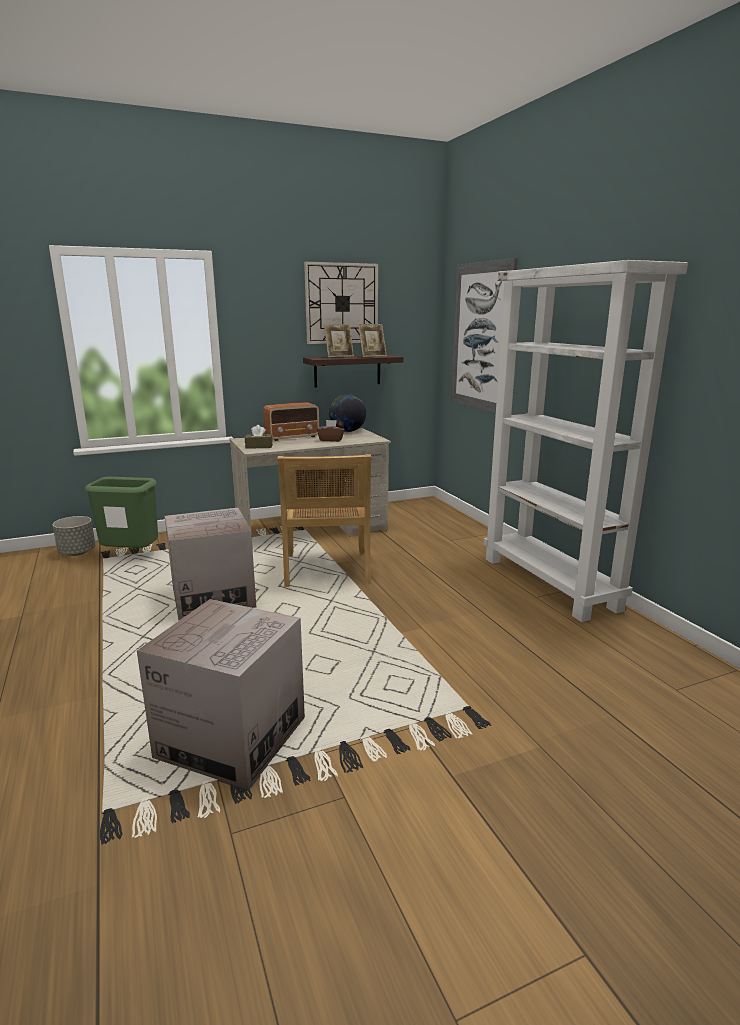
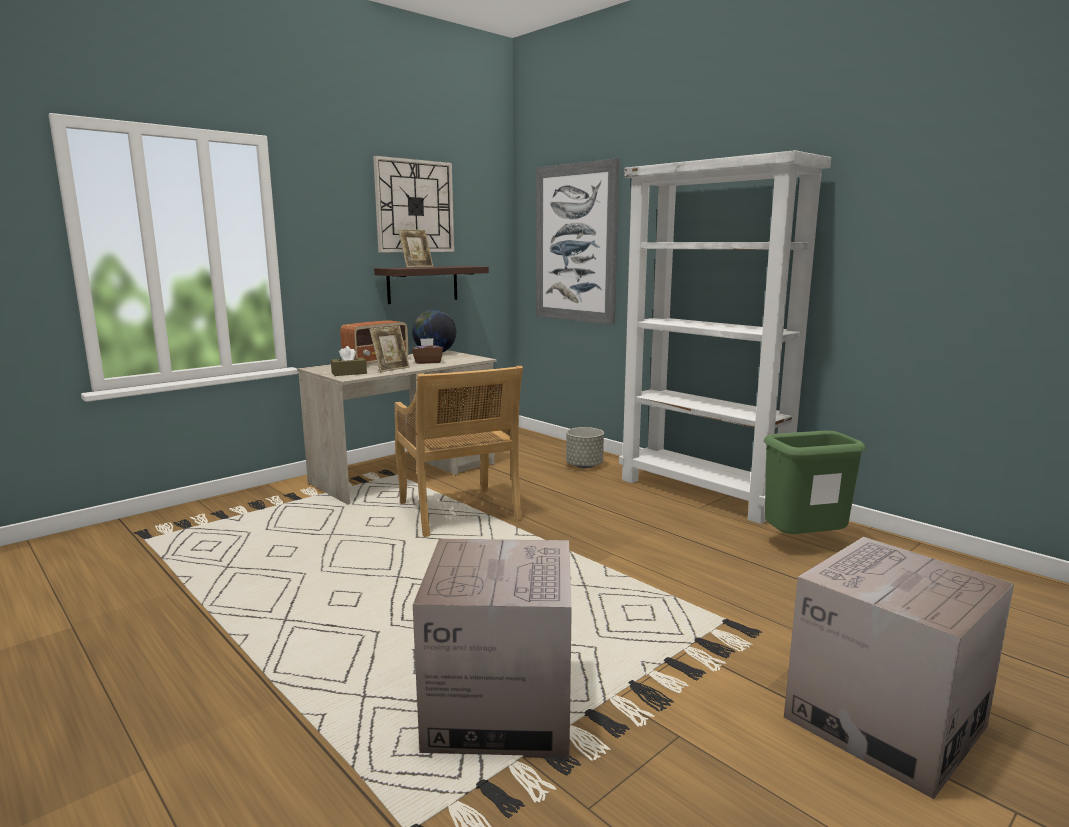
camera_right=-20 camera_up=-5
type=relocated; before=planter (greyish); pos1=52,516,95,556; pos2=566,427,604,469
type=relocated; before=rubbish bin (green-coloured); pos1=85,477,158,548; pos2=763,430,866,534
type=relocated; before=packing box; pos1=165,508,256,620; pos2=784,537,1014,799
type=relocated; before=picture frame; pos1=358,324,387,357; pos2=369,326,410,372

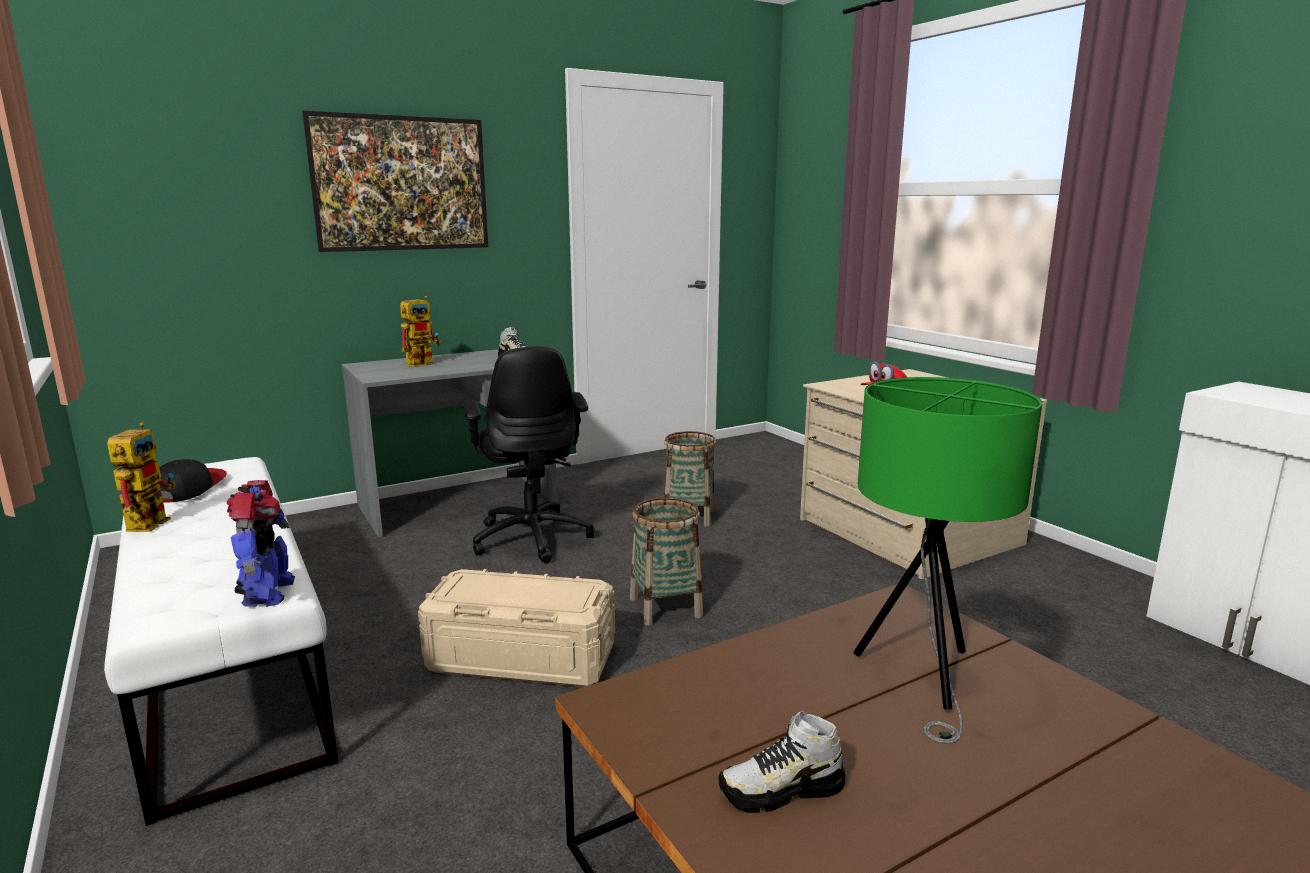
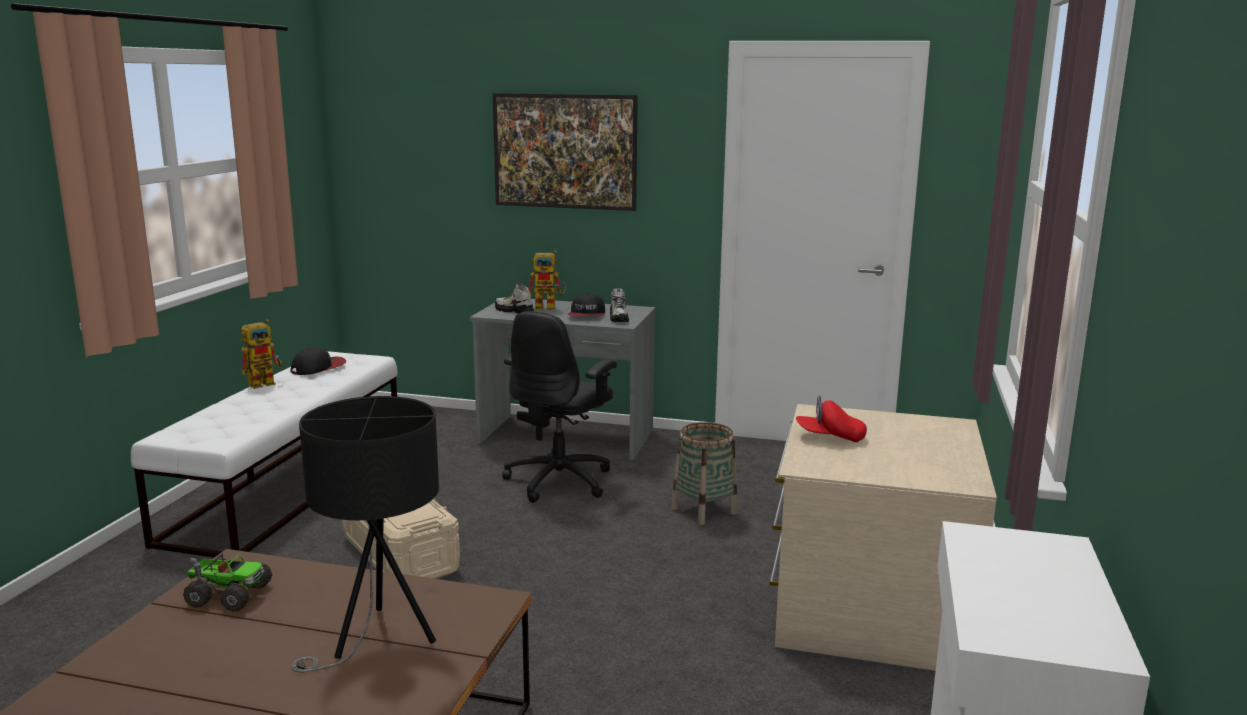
camera_right=45 camera_up=0
type=missing; before=model robot; pos1=227,480,295,607
type=missing; before=household basket; pos1=630,497,703,625
type=relocated; before=item of footwear; pos1=718,711,846,813; pos2=495,283,534,314
type=colour; before=table lamp (green-coloured); after=table lamp (black); pos1=853,377,1042,744; pos2=292,396,439,672
type=appeared; after=toy lorry; pos2=183,553,272,611
type=appeared; after=cap; pos2=568,293,605,316

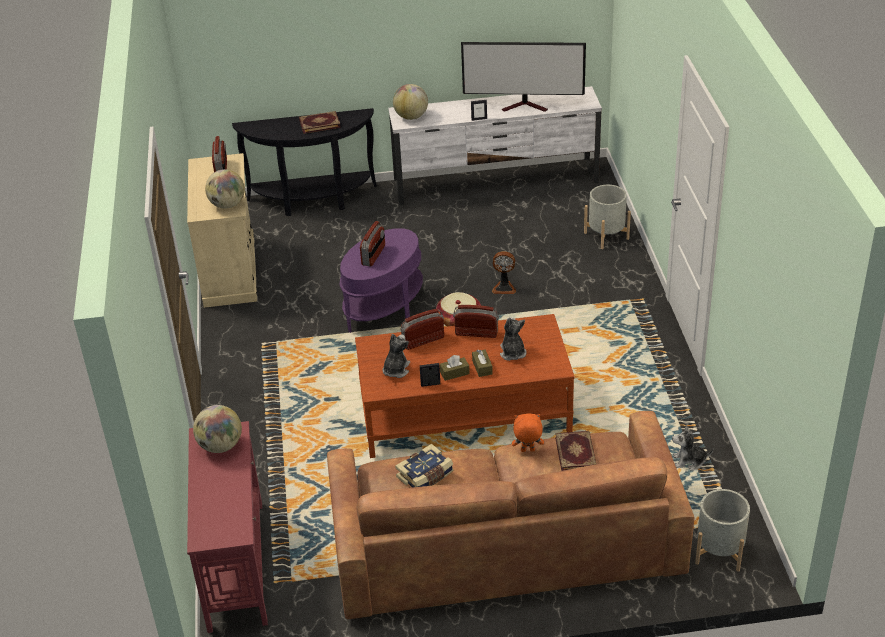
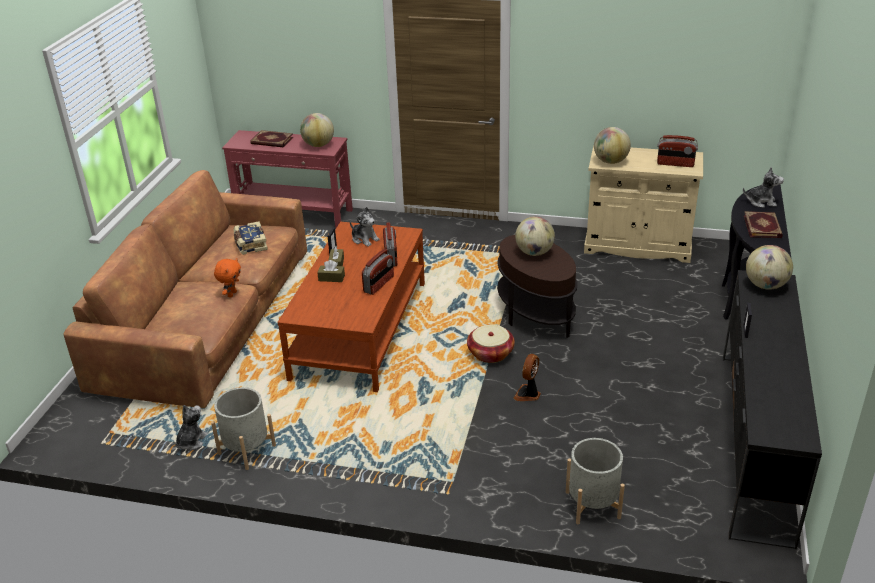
camera_right=110 camera_up=-5
type=colour; before=end table (purple); after=end table (brown-coloured); pos1=340,228,423,333; pos2=497,235,577,338
type=exchanged; before=radio set; after=globe; pos1=360,221,385,267; pos2=515,216,555,256
type=colour; before=tv unit (white); after=tv unit (black); pos1=388,86,602,205; pos2=723,270,822,549
type=missing; before=TV; pos1=461,42,586,112
type=relocated; before=cuddly toy; pos1=500,317,527,361; pos2=743,167,784,208
type=relocated; before=bound book; pos1=555,431,597,471; pos2=250,130,293,147
type=relocated; before=planter (greyish); pos1=695,489,750,571; pos2=211,387,276,470

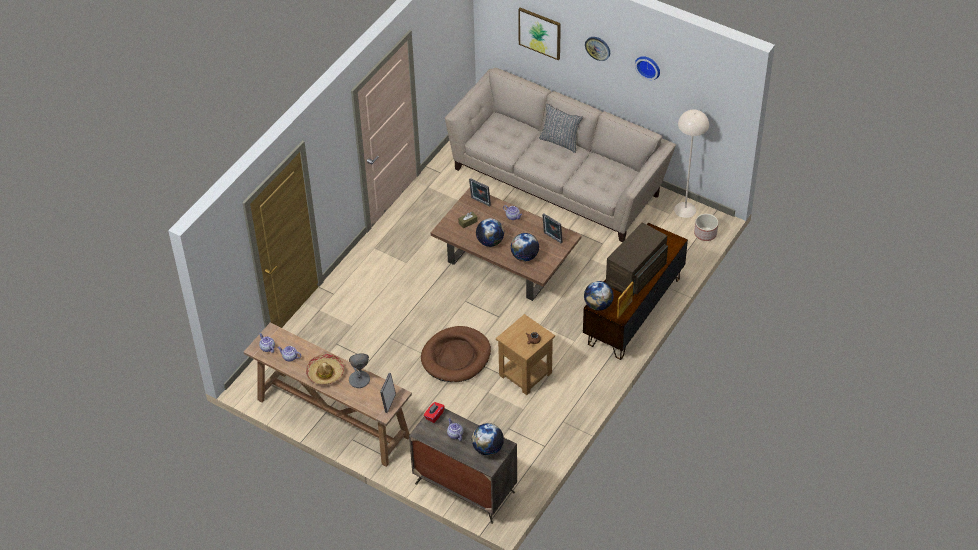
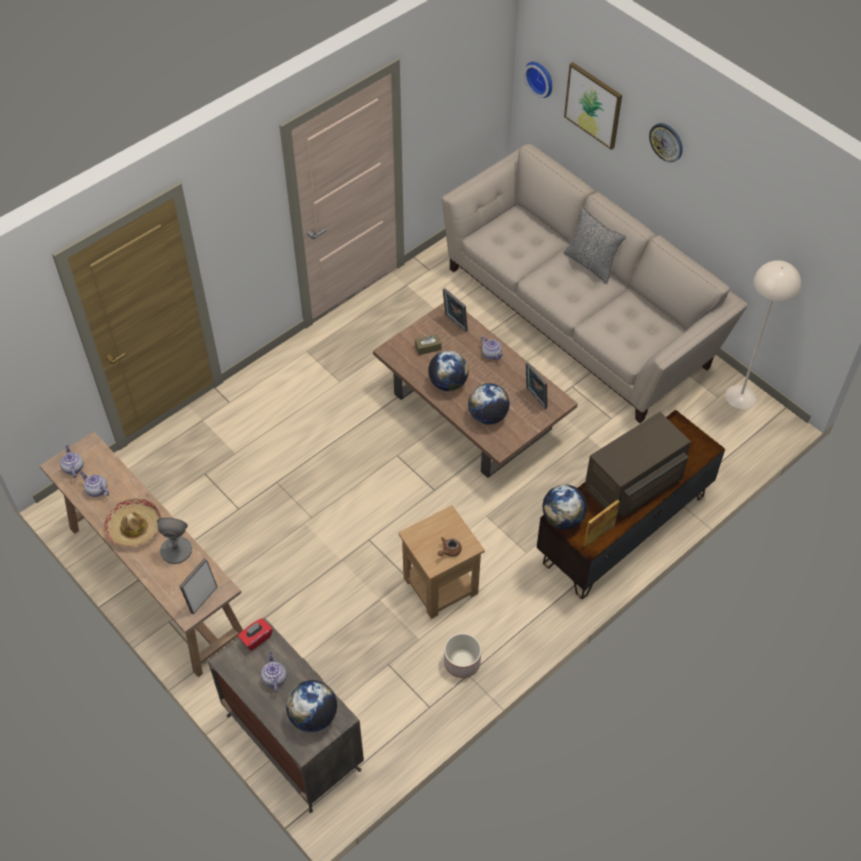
camera_right=15 camera_up=5
type=missing; before=dog bed (brown-coloured); pos1=421,326,491,382
type=relocated; before=hanging clock; pos1=635,56,660,80; pos2=524,62,552,98
type=relocated; before=planter; pos1=694,214,718,241; pos2=444,633,481,678

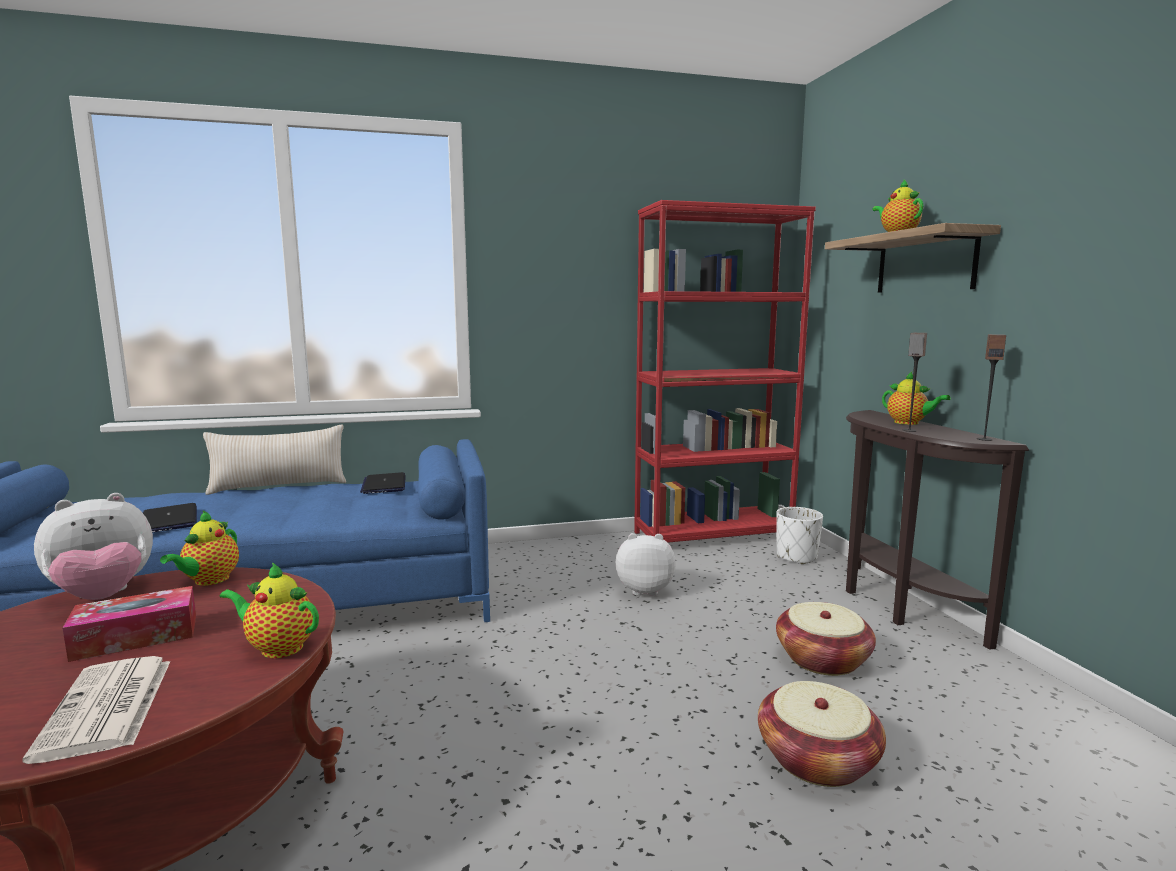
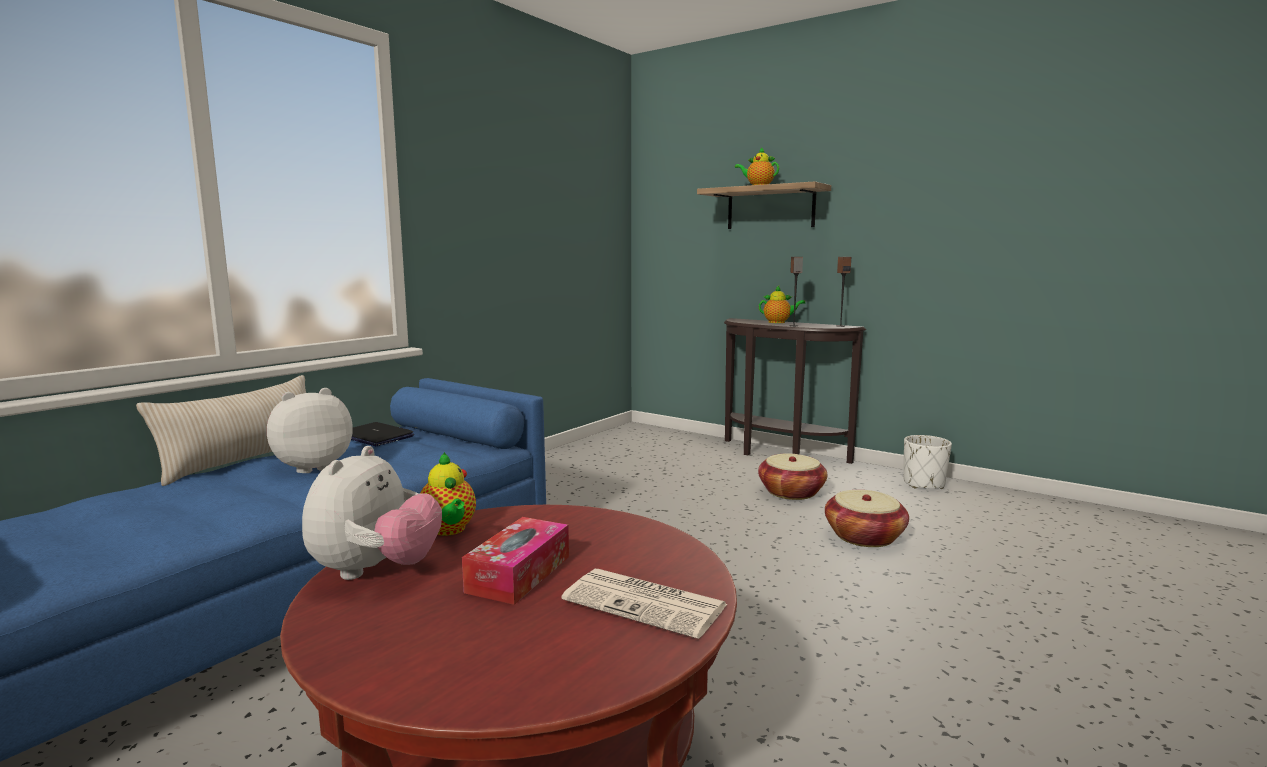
camera_right=-40 camera_up=0
type=missing; before=laptop; pos1=142,503,197,533
type=missing; before=pot for tea; pos1=220,562,319,658
type=relocated; before=cuddly toy; pos1=616,533,676,596; pos2=267,388,353,473
type=missing; before=bookshelf (red-coloured); pos1=634,200,816,543
type=relocated; before=planter (white); pos1=776,507,823,564; pos2=904,435,952,489

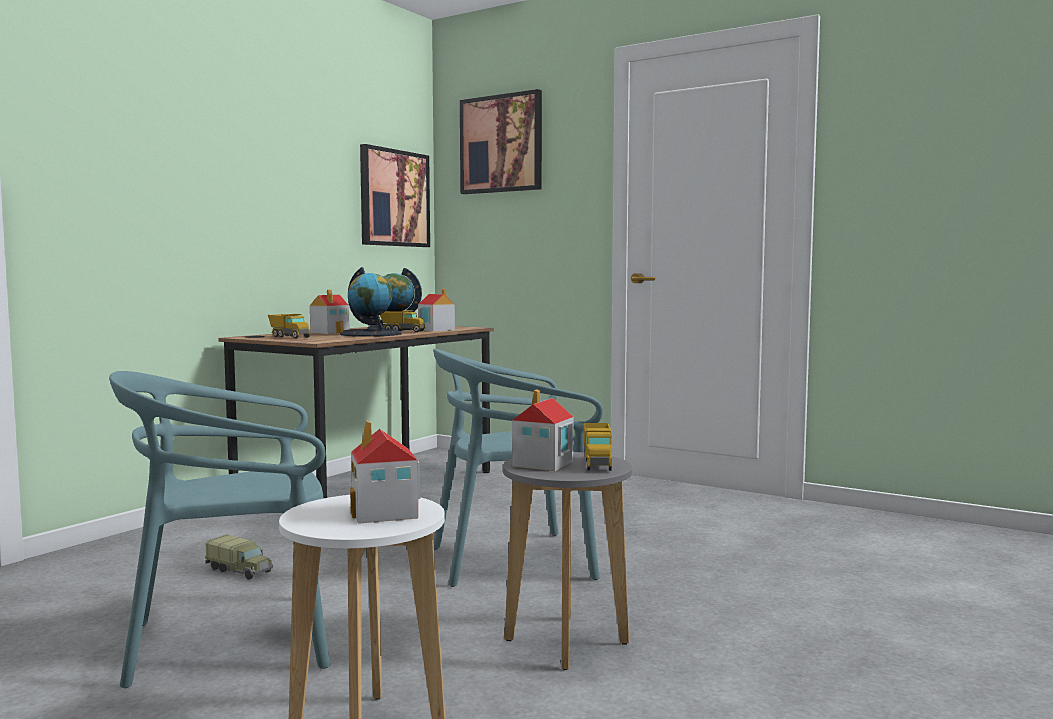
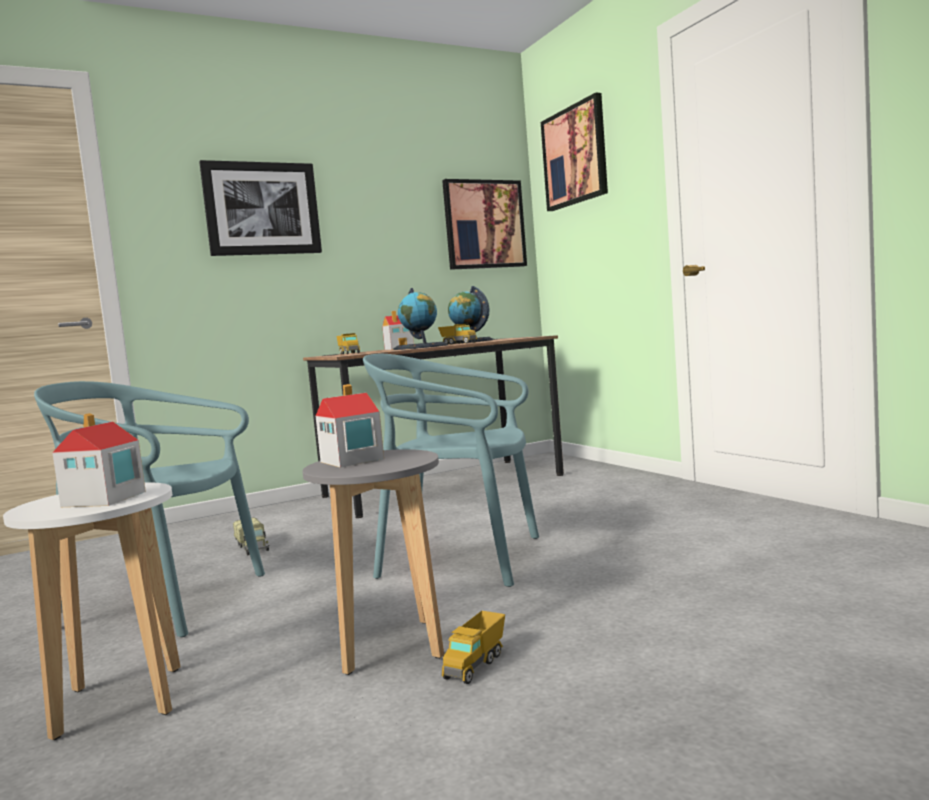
camera_right=30 camera_up=0
type=missing; before=toy house; pos1=418,289,455,331
type=relocated; before=toy lorry; pos1=584,423,612,471; pos2=442,611,505,684
type=appeared; after=picture; pos2=199,160,322,256

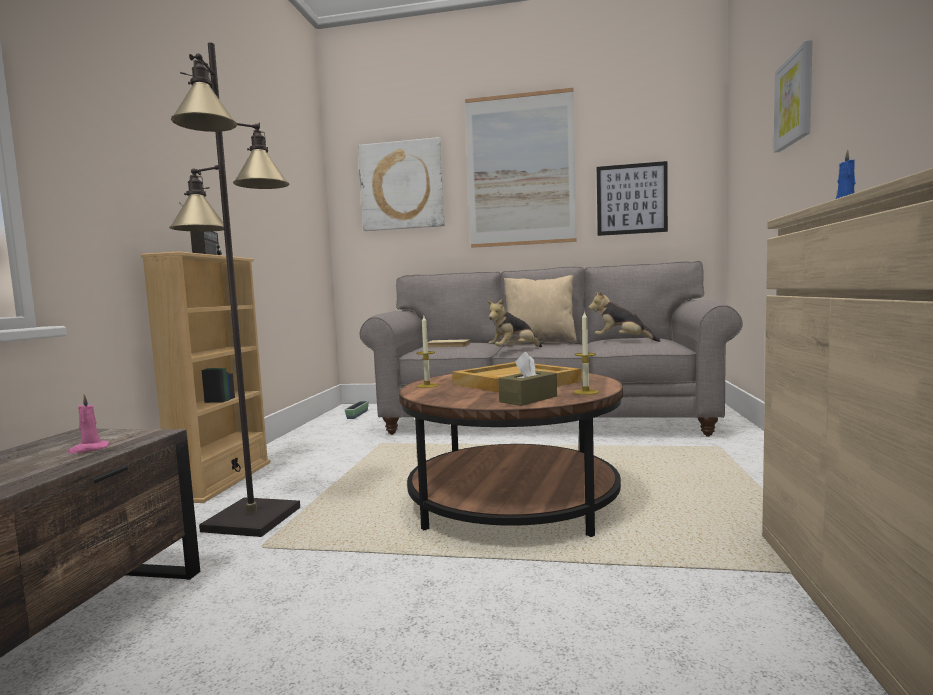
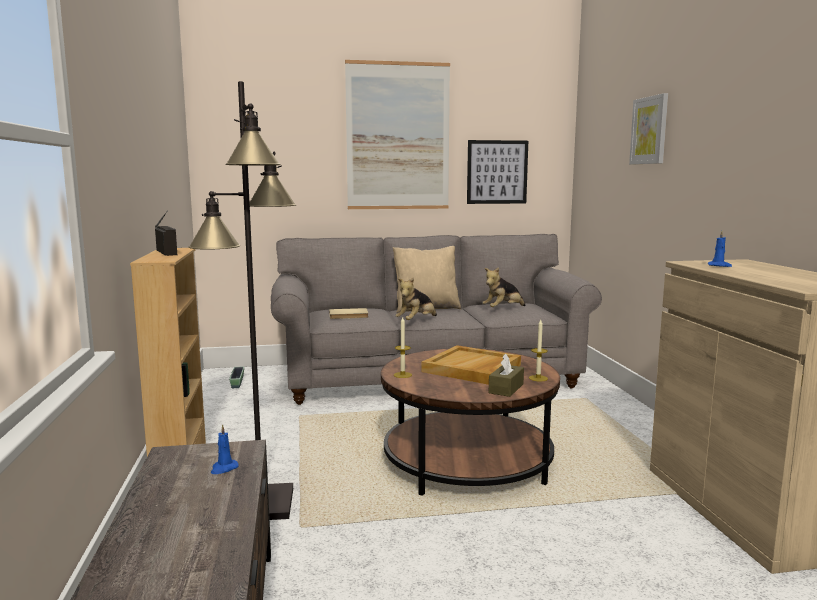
camera_right=-20 camera_up=5
type=colour; before=wax candle (pink); after=wax candle (blue-coloured); pos1=67,394,109,454; pos2=211,424,239,474
type=missing; before=picture; pos1=358,137,445,231
type=spun; before=cuddly toy; pos1=588,290,661,342; pos2=482,267,526,307; turn=-45

